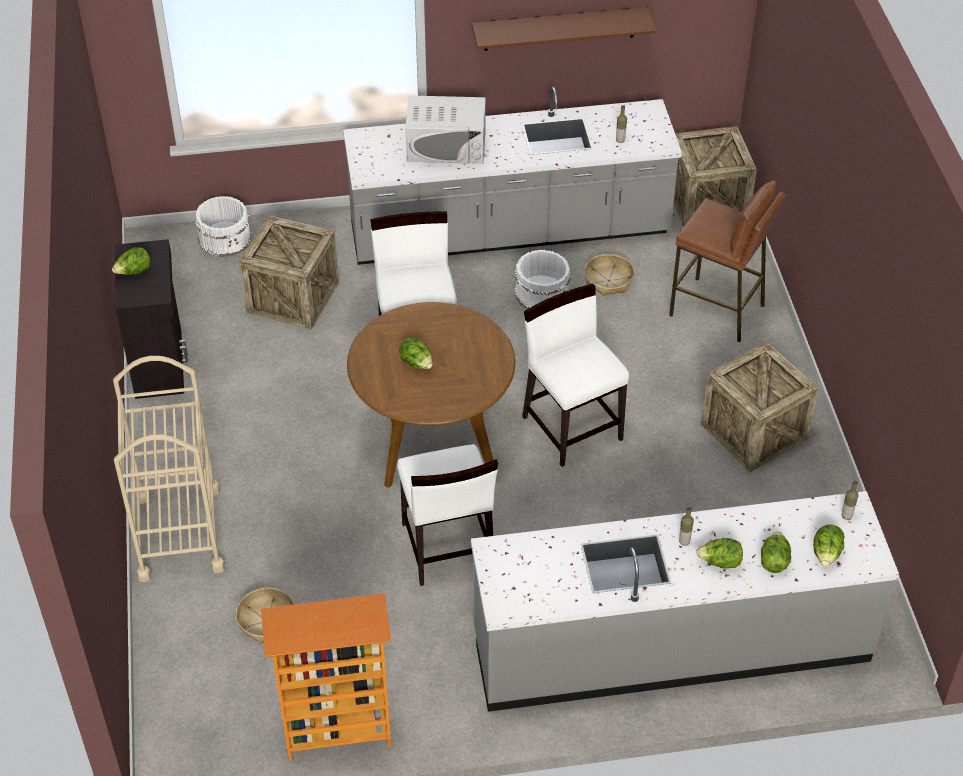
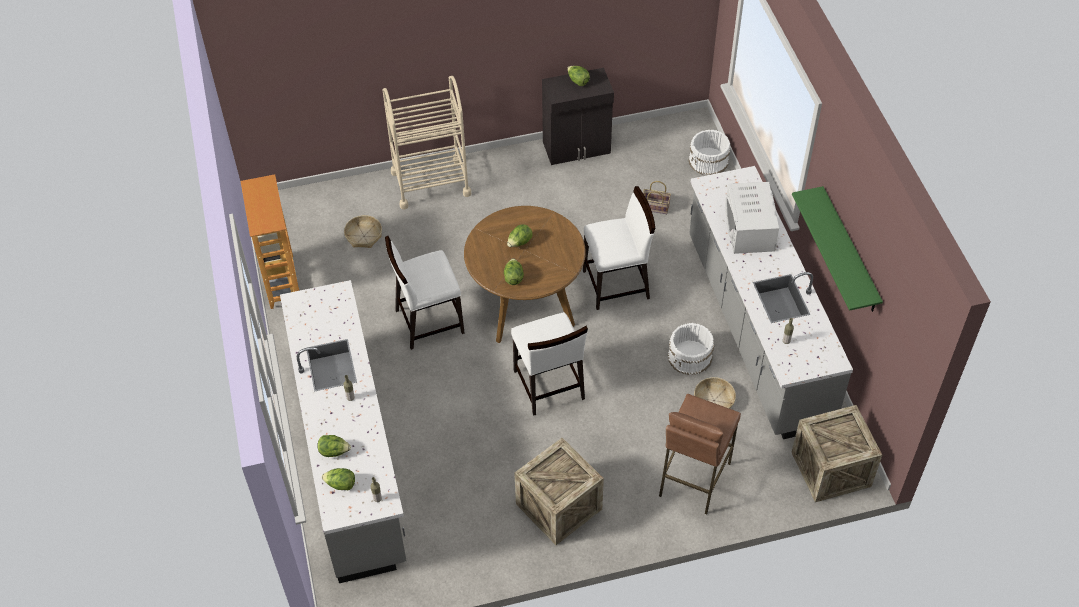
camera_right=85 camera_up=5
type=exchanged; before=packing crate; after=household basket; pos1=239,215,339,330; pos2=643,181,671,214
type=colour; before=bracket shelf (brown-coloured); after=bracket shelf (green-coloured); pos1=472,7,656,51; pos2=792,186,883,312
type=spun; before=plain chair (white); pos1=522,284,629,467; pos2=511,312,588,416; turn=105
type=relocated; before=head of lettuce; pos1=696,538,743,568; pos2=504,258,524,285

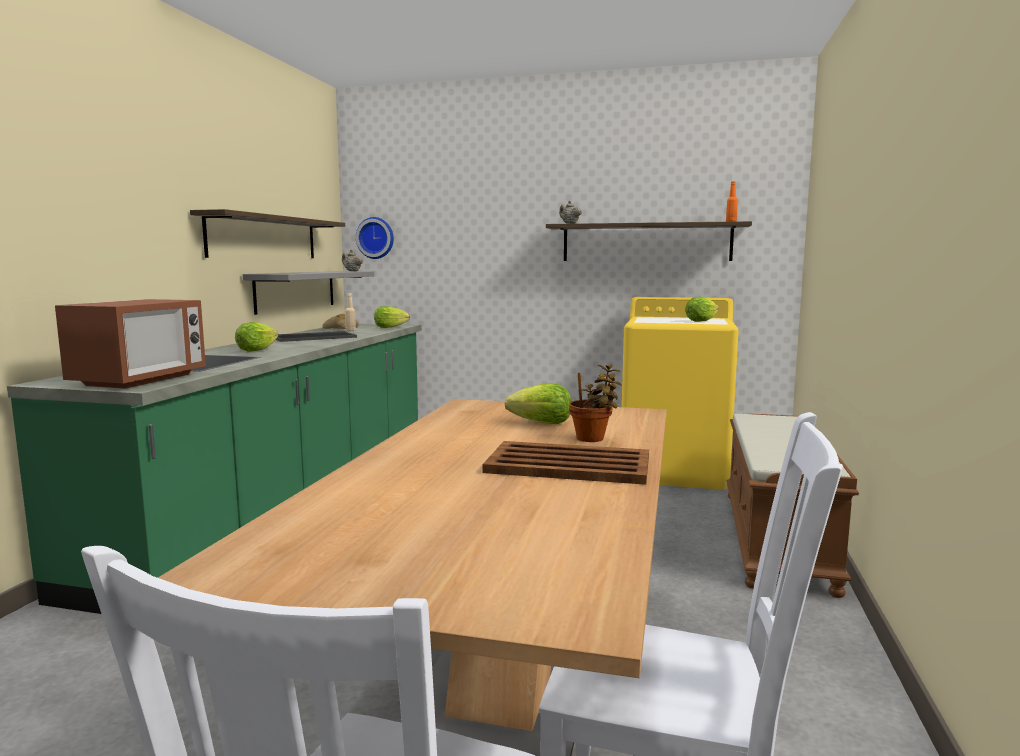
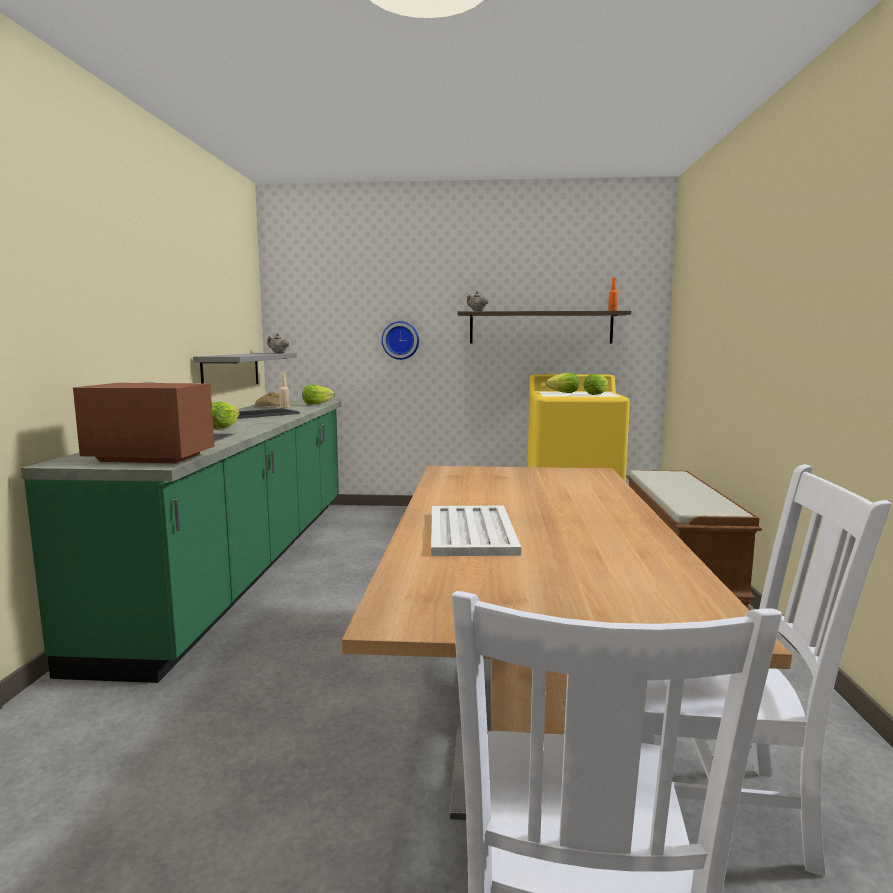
camera_right=-10 camera_up=0
type=spun; before=microwave; pos1=55,299,206,389; pos2=73,383,214,463; turn=-90
type=missing; before=bracket shelf; pos1=190,209,345,258
type=relocated; before=hanging clock; pos1=356,217,394,259; pos2=382,321,419,360
type=missing; before=serving tray (brown-coloured); pos1=483,441,649,485
type=relocated; before=head of lettuce; pos1=505,384,571,424; pos2=545,373,579,393
type=missing; before=houseplant; pos1=569,364,622,442
type=appeared; after=serving tray (white); pos2=431,506,521,556

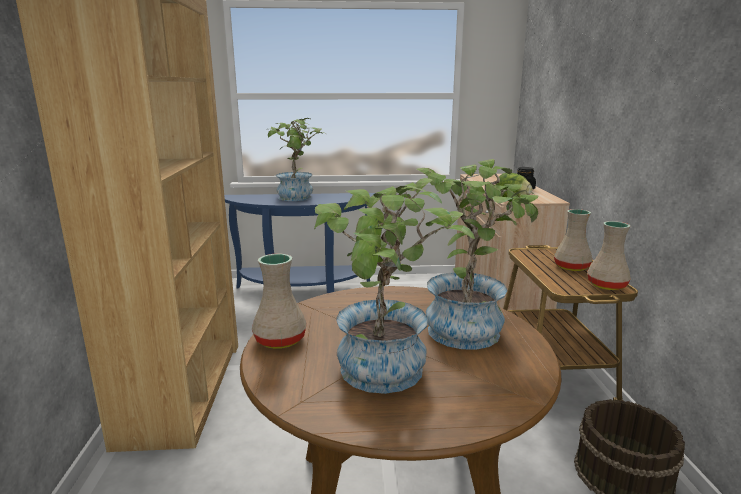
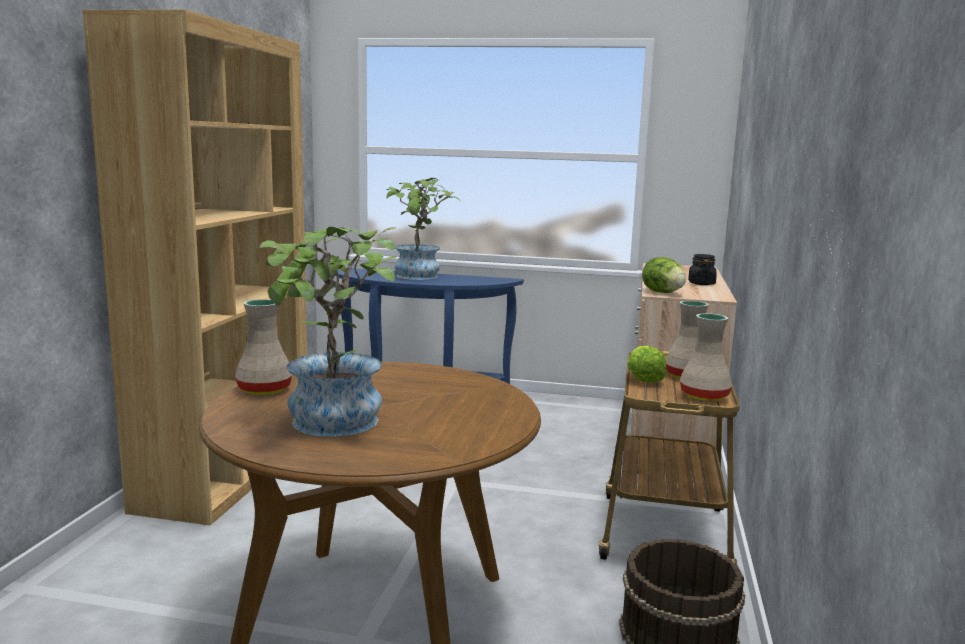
camera_right=15 camera_up=-5
type=missing; before=houseplant; pos1=417,159,538,350
type=appeared; after=head of lettuce; pos2=627,346,666,383

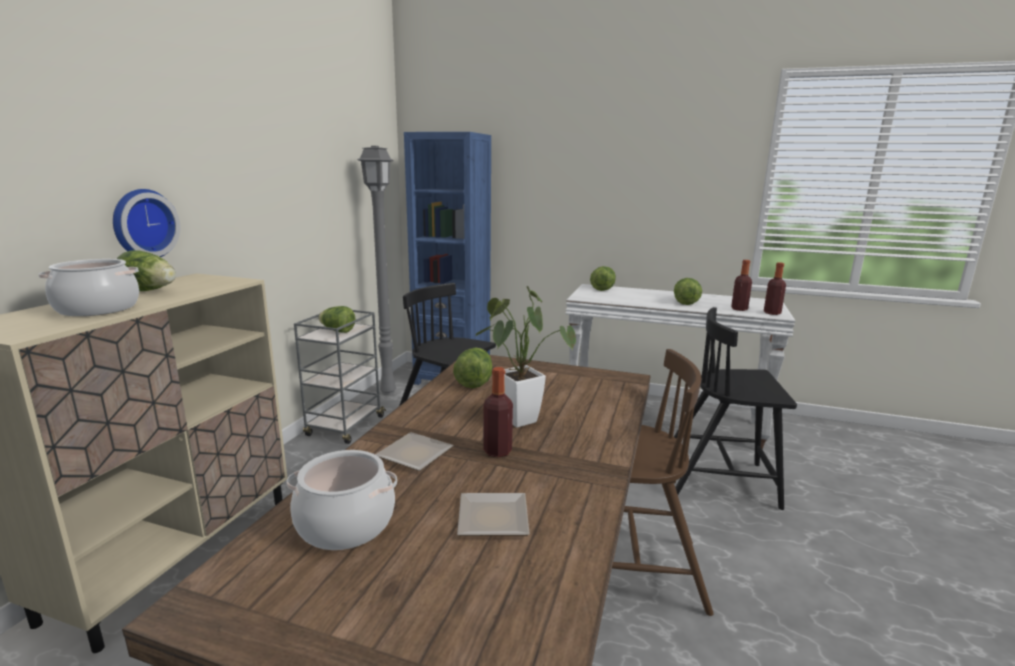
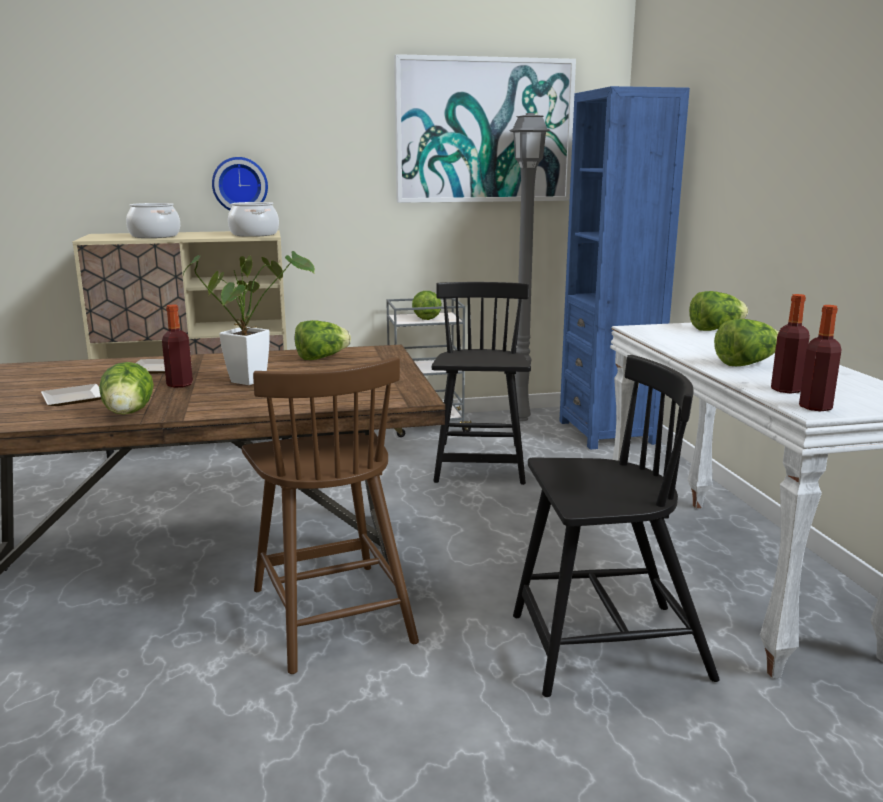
camera_right=60 camera_up=0
type=relocated; before=head of lettuce; pos1=117,250,176,291; pos2=99,362,154,415
type=relocated; before=stockpot; pos1=286,450,397,550; pos2=228,202,279,237
type=spun; before=plain chair (black); pos1=674,307,797,510; pos2=513,355,720,697; turn=105
type=appeared; after=picture; pos2=394,54,576,203

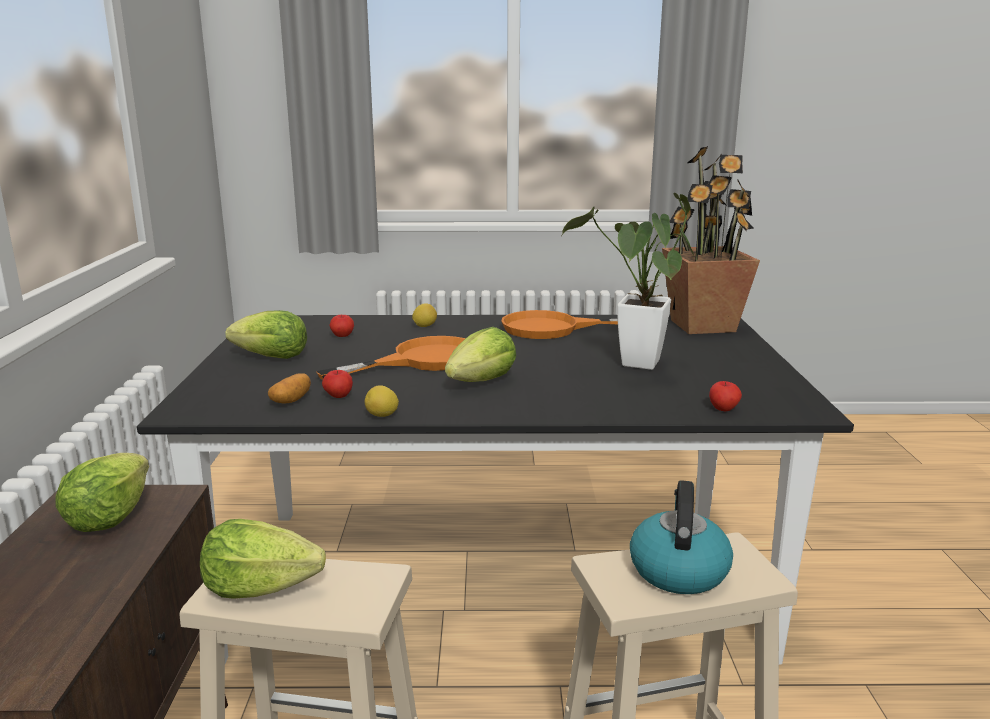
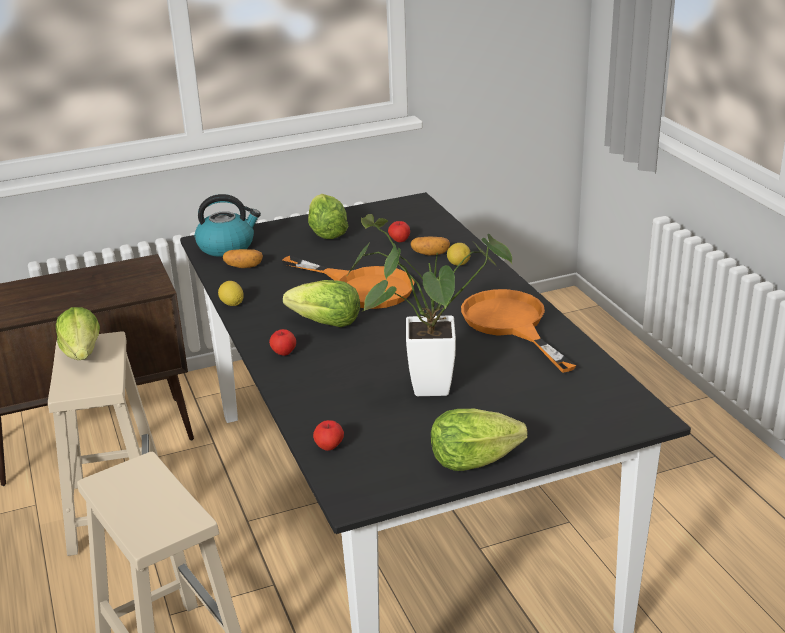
camera_right=70 camera_up=10
type=relocated; before=head of lettuce; pos1=55,453,149,532; pos2=431,409,527,471
type=relocated; before=whole apple; pos1=322,370,353,398; pos2=269,329,296,356
type=relocated; before=water kettle; pos1=630,480,733,594; pos2=195,194,261,257
type=missing; before=houseplant; pos1=662,146,760,334
type=appeared; after=whole potato; pos2=411,236,450,255

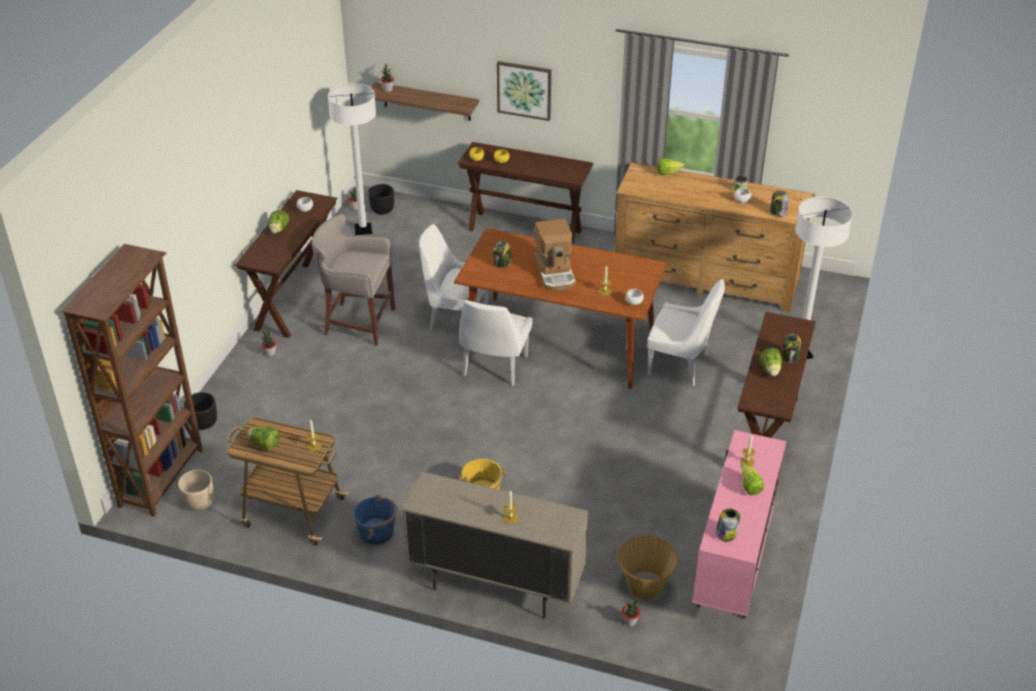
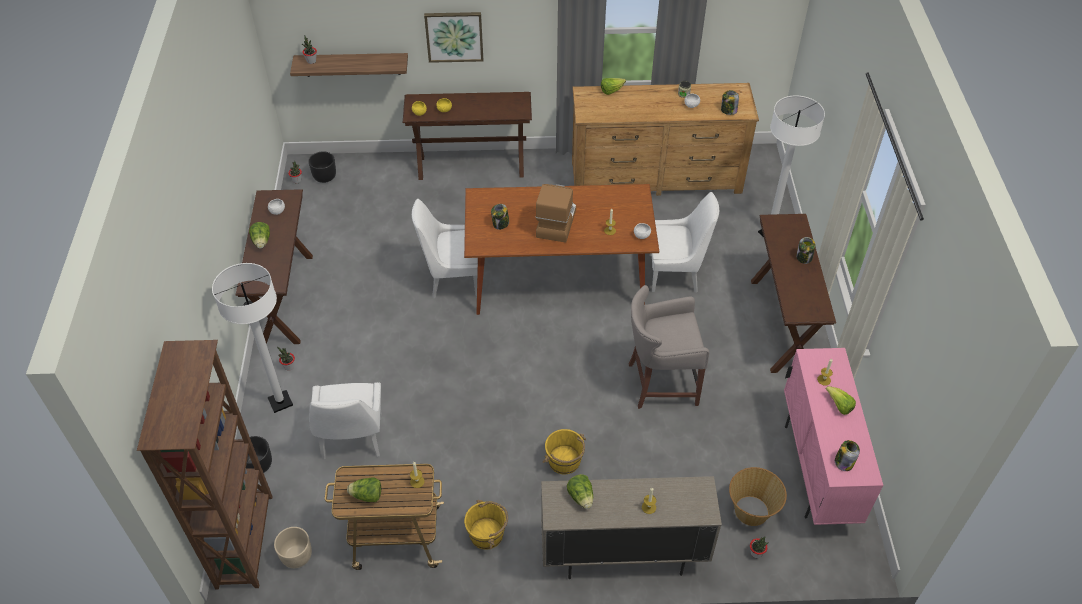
camera_right=-20 camera_up=10
type=relocated; before=stool seat (greyish); pos1=312,214,395,346; pos2=629,285,709,409
type=relocated; before=floor lamp (white); pos1=328,83,376,235; pos2=212,263,293,413
type=colour; before=bucket (blue-coloured); after=bucket (yellow-coloured); pos1=353,495,398,545; pos2=464,500,508,550
type=relocated; before=plain chair (white); pos1=459,300,533,385; pos2=309,382,382,460
type=spun; before=coffee machine; pos1=534,218,576,291; pos2=536,184,576,243; turn=-135
type=relocated; before=head of lettuce; pos1=759,348,782,376; pos2=567,474,593,509

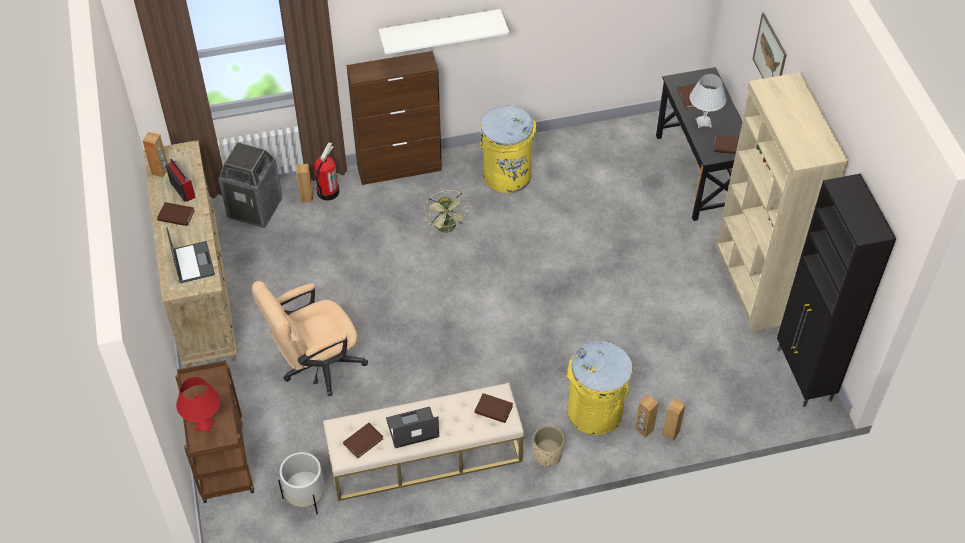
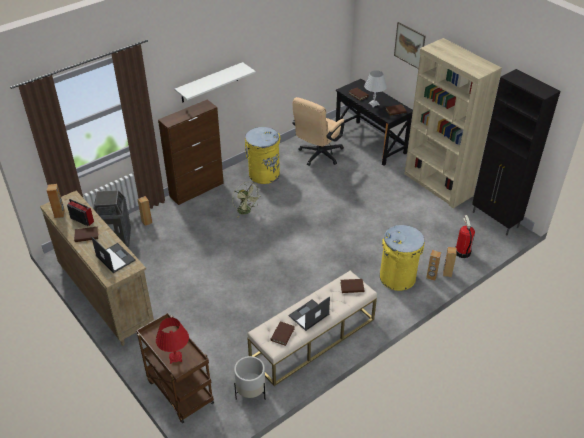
camera_right=-25 camera_up=-10
type=relocated; before=computer chair (beige); pos1=251,281,368,396; pos2=292,97,345,166
type=relocated; before=fire extinguisher; pos1=314,142,339,201; pos2=455,215,475,258
type=missing; before=planter (beige); pos1=533,425,565,467

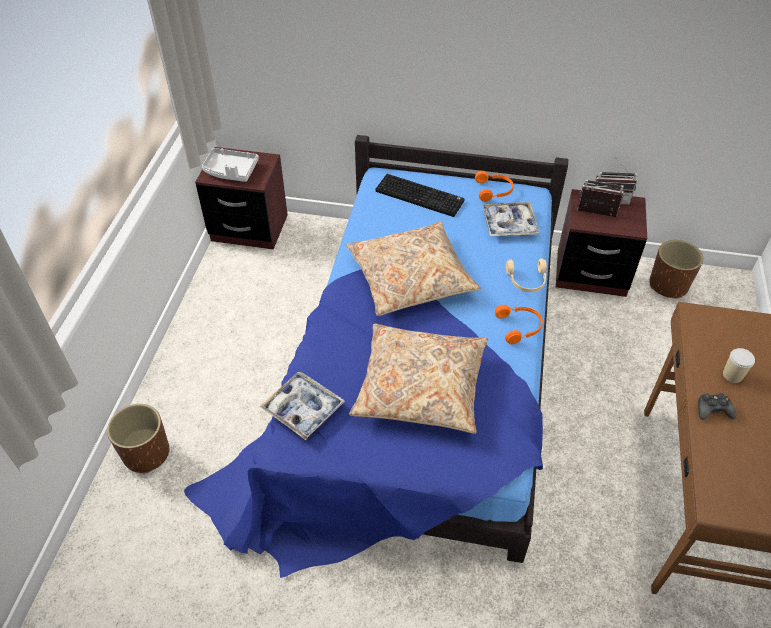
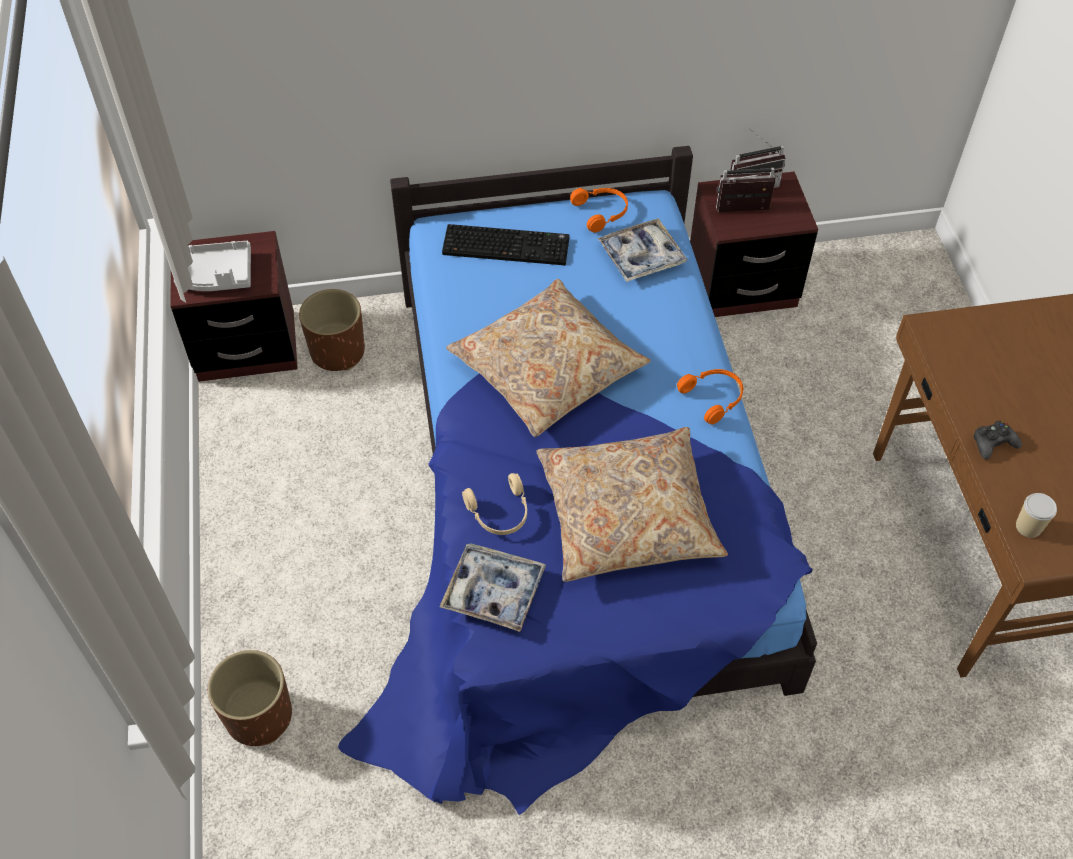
camera_right=-20 camera_up=5
type=relocated; before=pair of headphones (beige); pos1=506,259,547,292; pos2=462,473,527,535
type=relocated; before=planter (brown-coloured); pos1=650,240,703,299; pos2=299,289,365,371
type=relocated; before=cup; pos1=723,348,755,383; pos2=1016,493,1057,538

